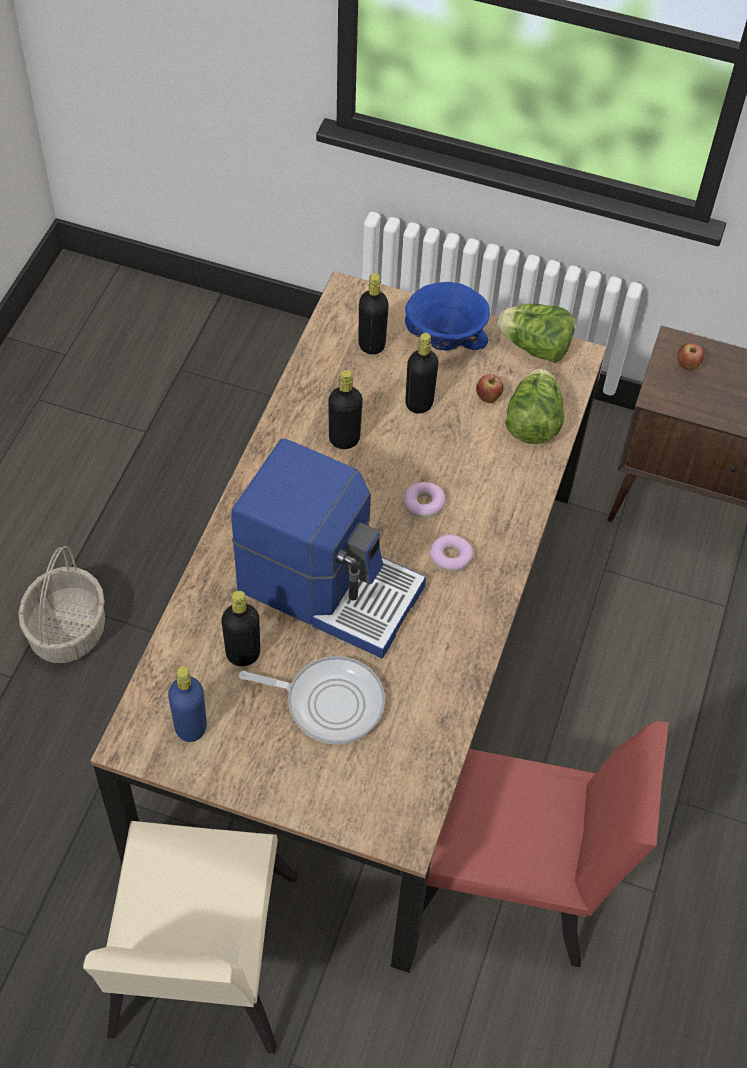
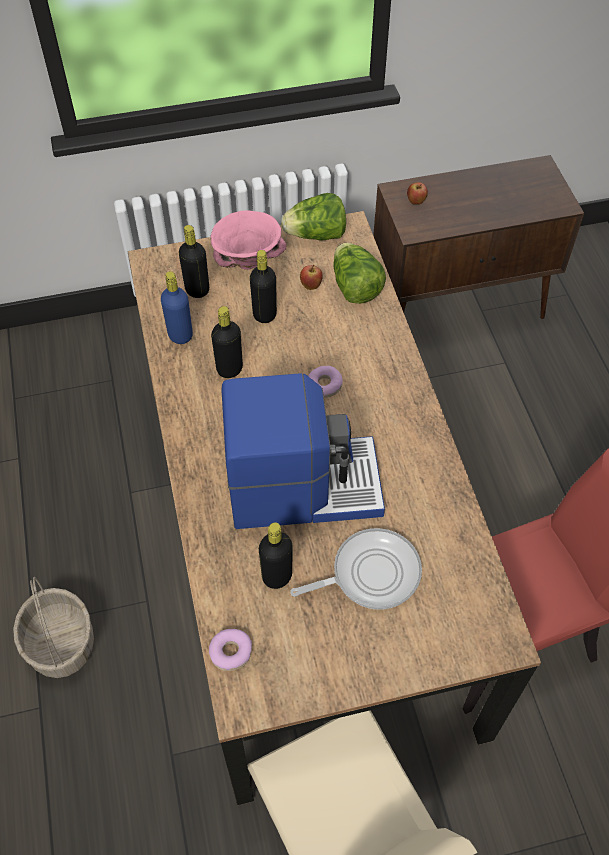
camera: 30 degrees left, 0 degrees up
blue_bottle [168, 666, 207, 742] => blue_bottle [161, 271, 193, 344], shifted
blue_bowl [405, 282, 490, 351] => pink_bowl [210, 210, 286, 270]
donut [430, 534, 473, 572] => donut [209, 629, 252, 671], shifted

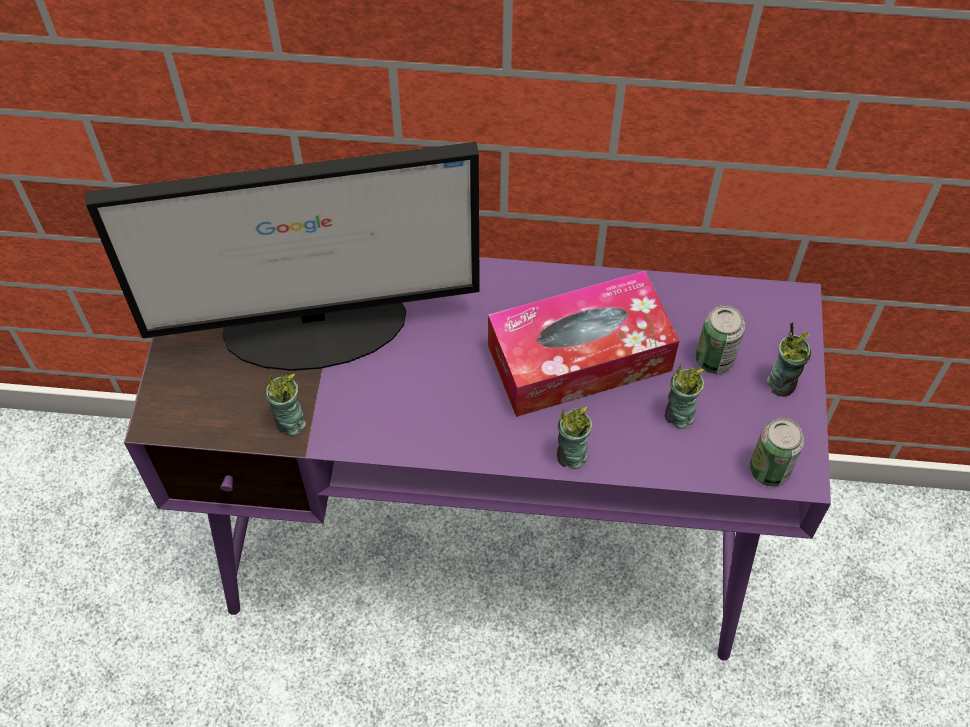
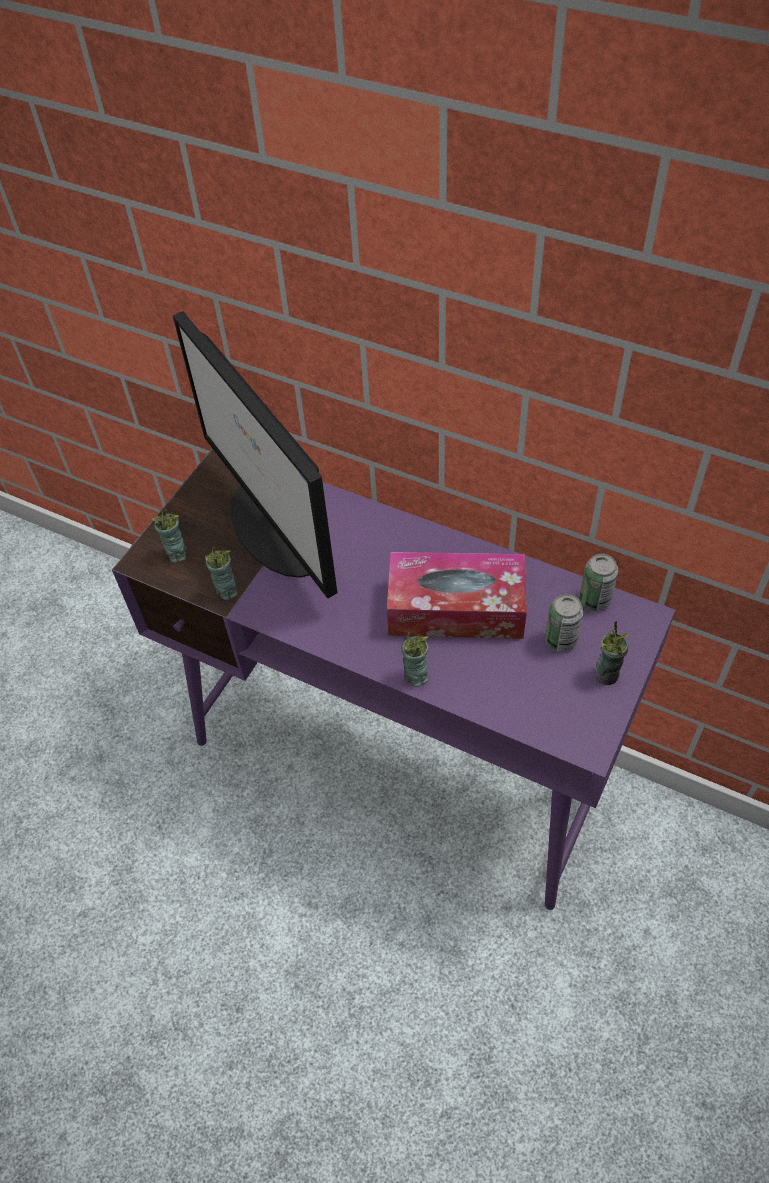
camera: 25 degrees right, 5 degrees down
monitor [86, 142, 480, 371] => monitor [173, 311, 337, 598], 45 degrees clockwise
cup [665, 365, 705, 429] => cup [152, 509, 188, 563], shifted
can [750, 418, 804, 486] => can [580, 553, 618, 611], shifted

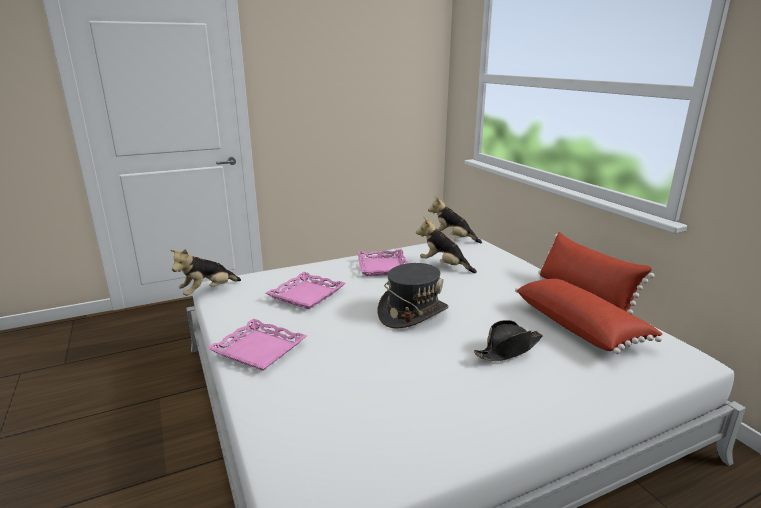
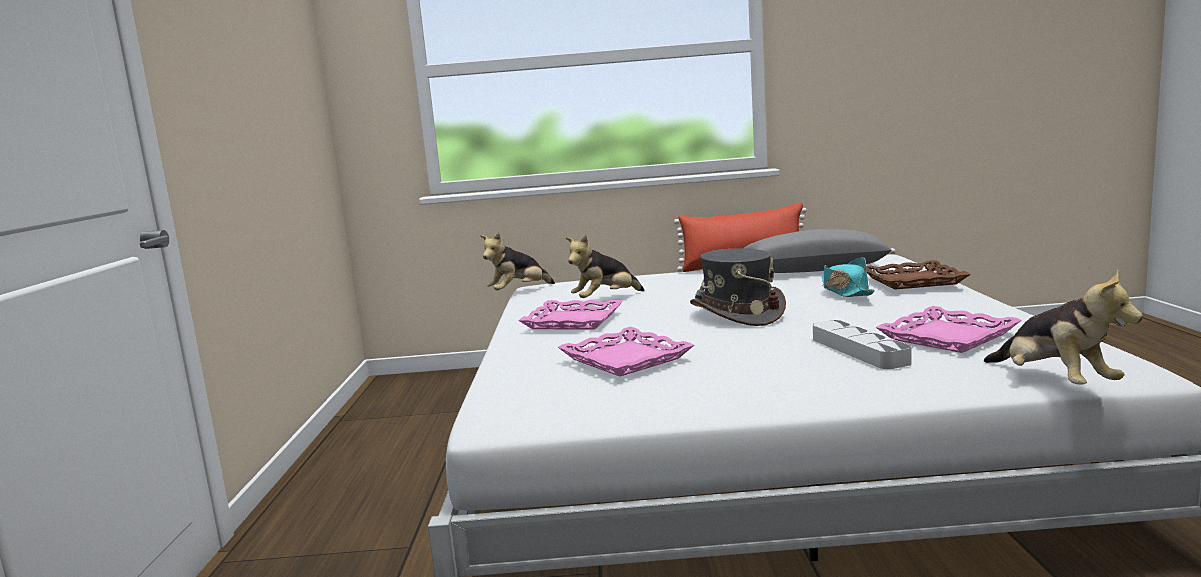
camera: 65 degrees left, 10 degrees down
plush_toy [170, 249, 241, 296] => plush_toy [984, 270, 1143, 385], shifted
pink_tray [207, 319, 307, 371] => pink_tray [876, 306, 1022, 353], shifted
black_hat [474, 320, 542, 361] => turquoise_hat [822, 257, 875, 297]
red_pillow [515, 279, 663, 354] => grey_pillow [743, 229, 896, 273]
nothing => grey_tray [813, 320, 912, 369]
nothing => brown_tray [866, 260, 971, 290]

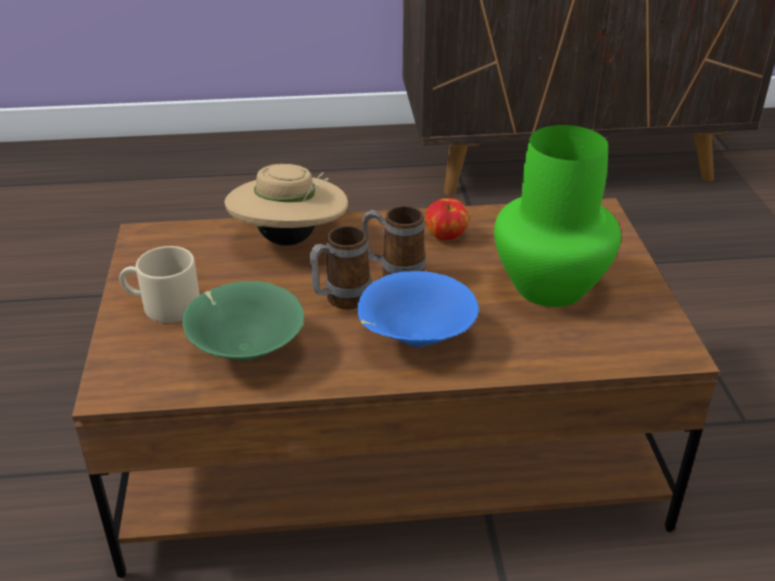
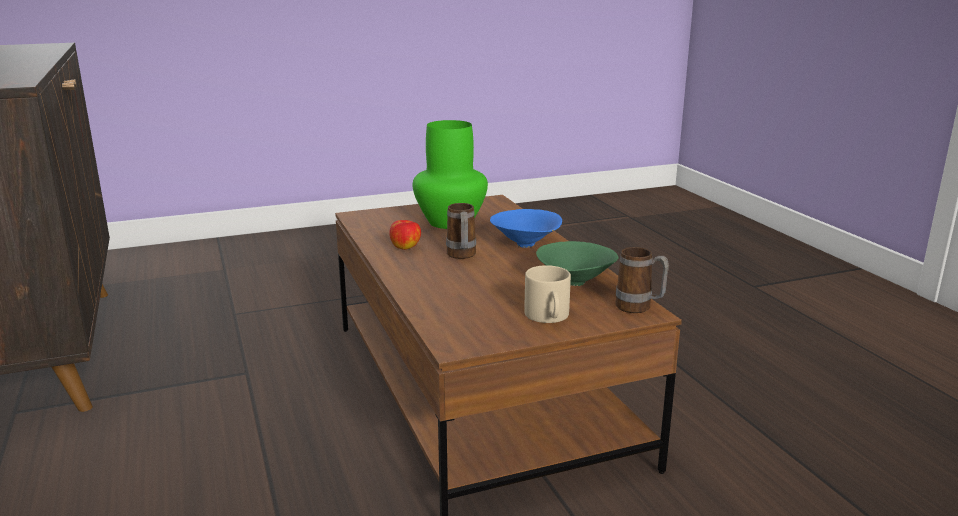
camera: 105 degrees left, 15 degrees down
beige_hat [225, 164, 348, 246] => nothing
mug [309, 226, 371, 310] => mug [615, 247, 669, 313], shifted

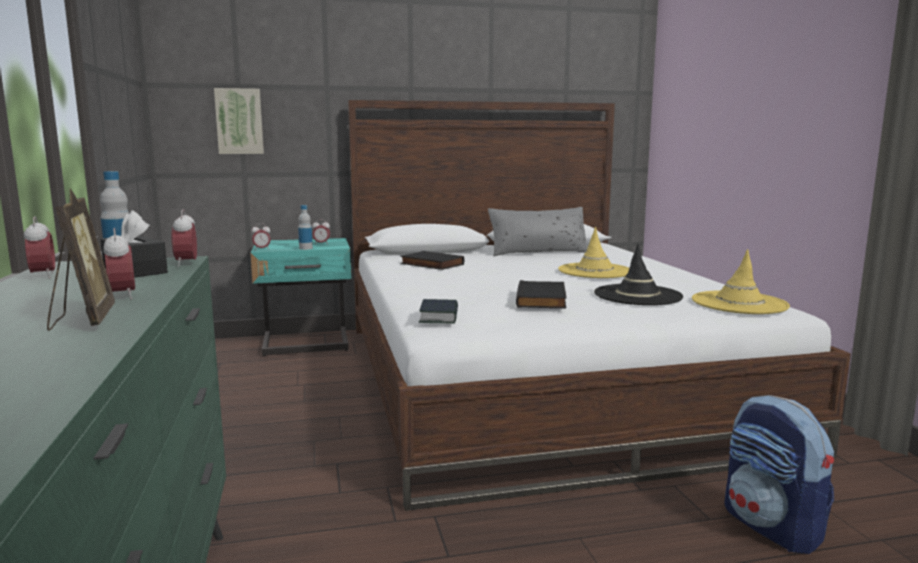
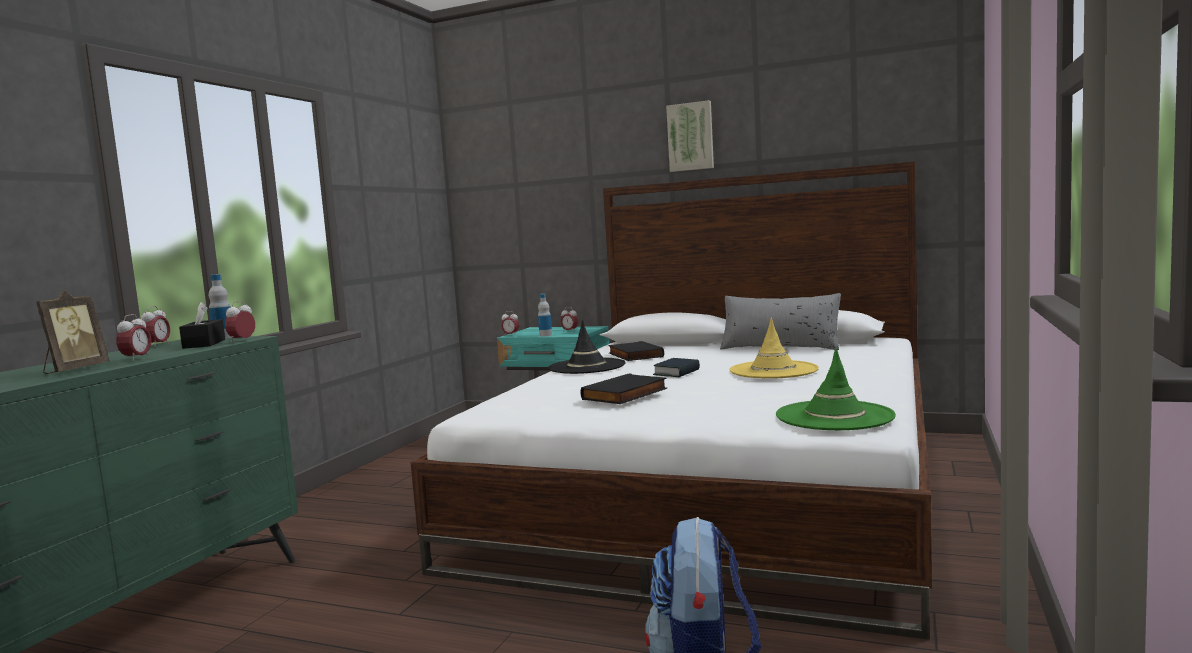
camera: 35 degrees right, 5 degrees down
picture [214, 88, 264, 154] => picture [666, 100, 714, 172], shifted
book [419, 299, 458, 324] => book [653, 358, 700, 377], shifted
black_hat [594, 244, 683, 305] => black_hat [548, 320, 626, 374], shifted
yellow_hat [692, 249, 790, 314] => green_hat [776, 348, 896, 430]

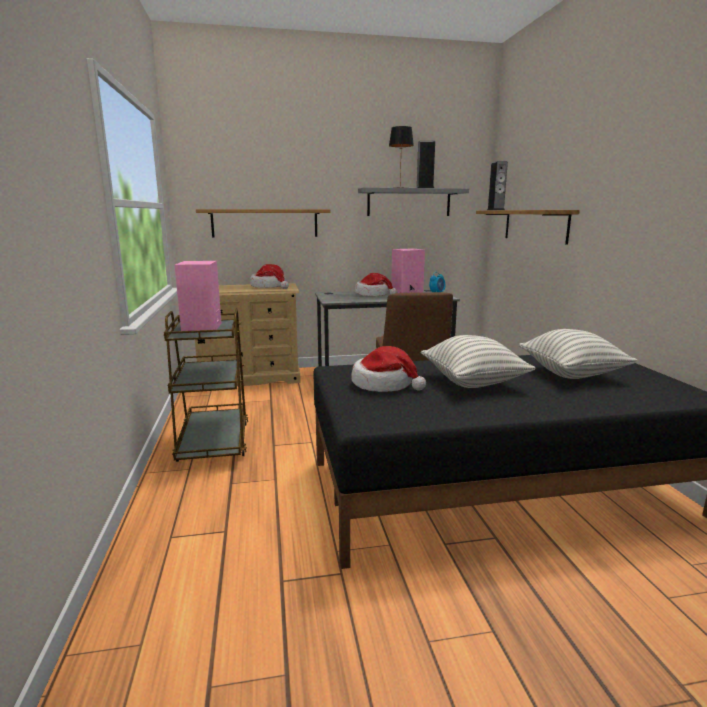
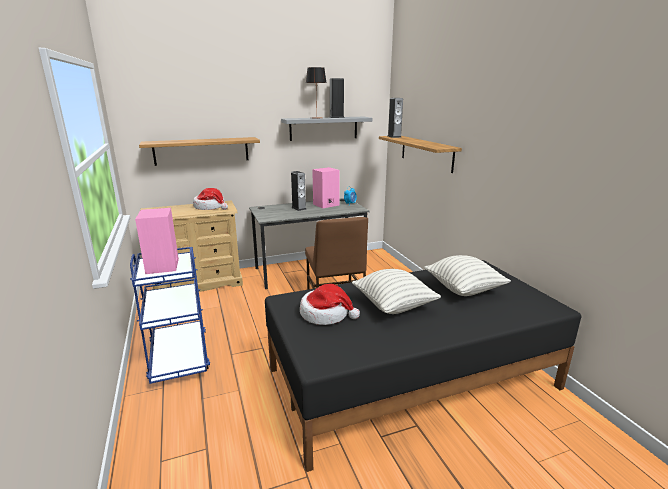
camera: 10 degrees left, 5 degrees up
brown_cart [164, 309, 248, 462] => blue_cart [130, 247, 210, 384]
hat [355, 273, 397, 296] => speaker [291, 171, 307, 211]

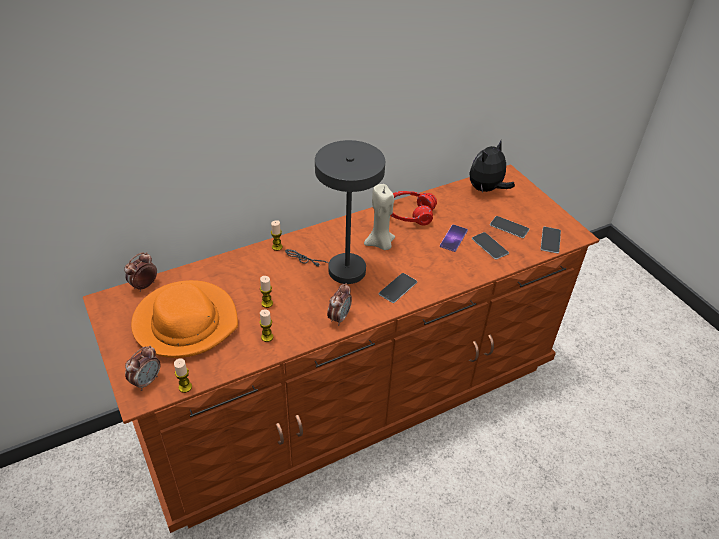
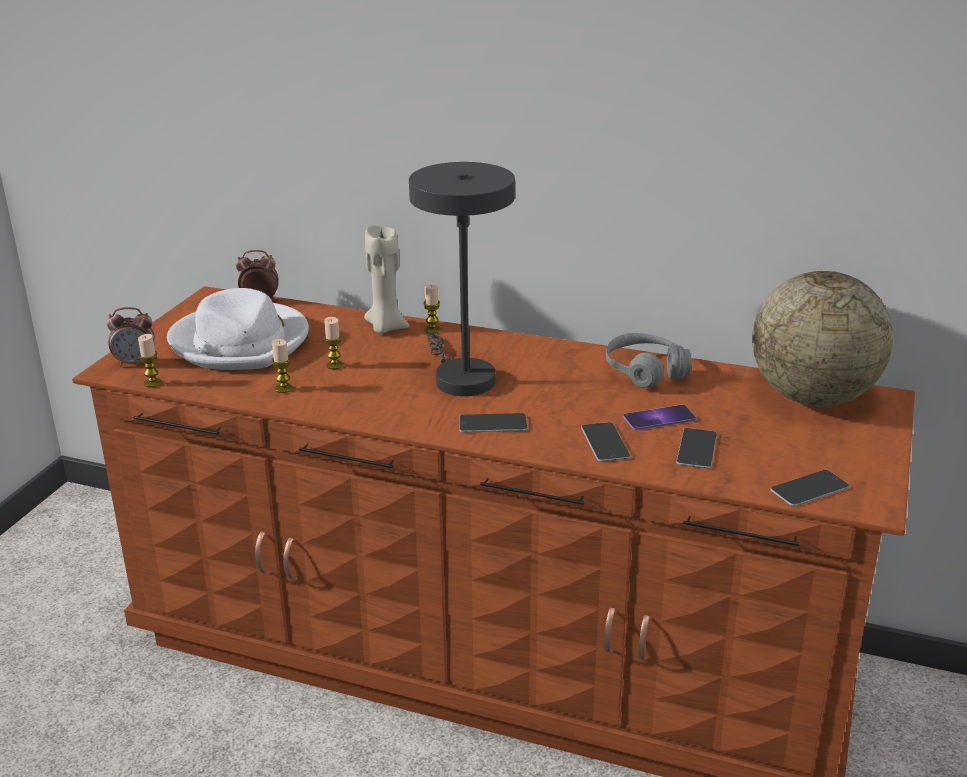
camera: 50 degrees right, 15 degrees down
orange_hat [131, 280, 238, 358] => white_hat [167, 288, 309, 370]
alarm_clock [327, 283, 352, 326] => nothing
beige_candle [364, 184, 395, 250] => beige_candle [364, 225, 410, 333], shifted
red_headphones [391, 191, 437, 225] => grey_headphones [606, 333, 691, 388]
plush_toy [470, 141, 515, 193] => globe [752, 271, 893, 407]
phone [490, 216, 530, 238] => phone [581, 422, 631, 462], shifted

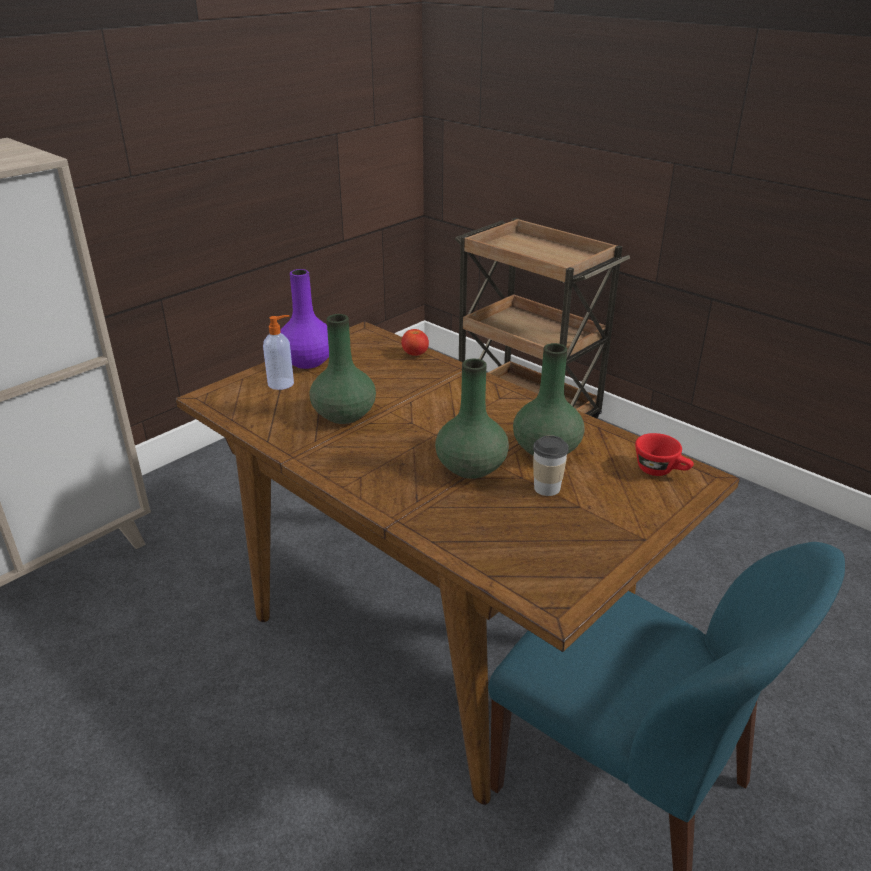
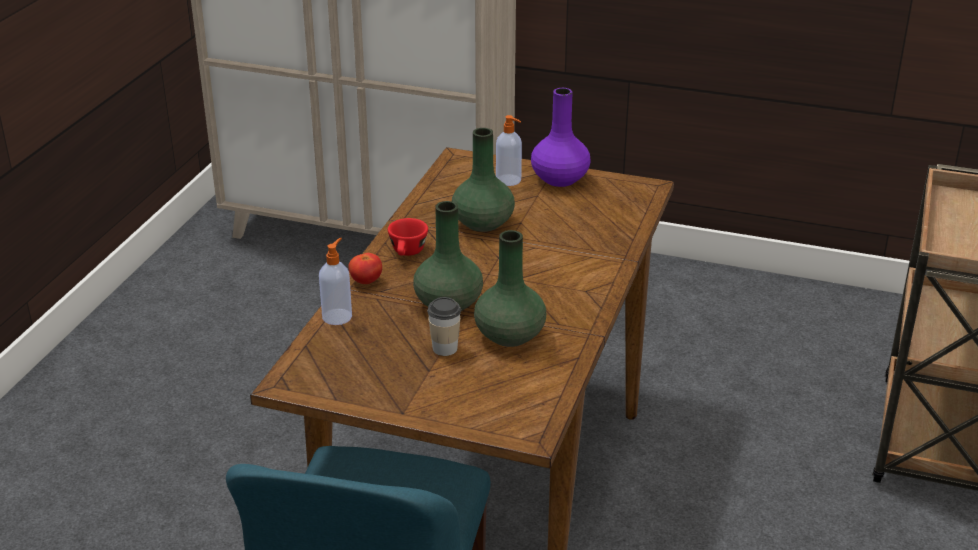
camera: 65 degrees right, 0 degrees up
tomato [401, 329, 429, 356] => tomato [348, 253, 382, 284], shifted
red_cup [635, 433, 694, 476] => red_cup [388, 218, 428, 256], shifted
nothing => soap_dispenser [319, 238, 352, 325]

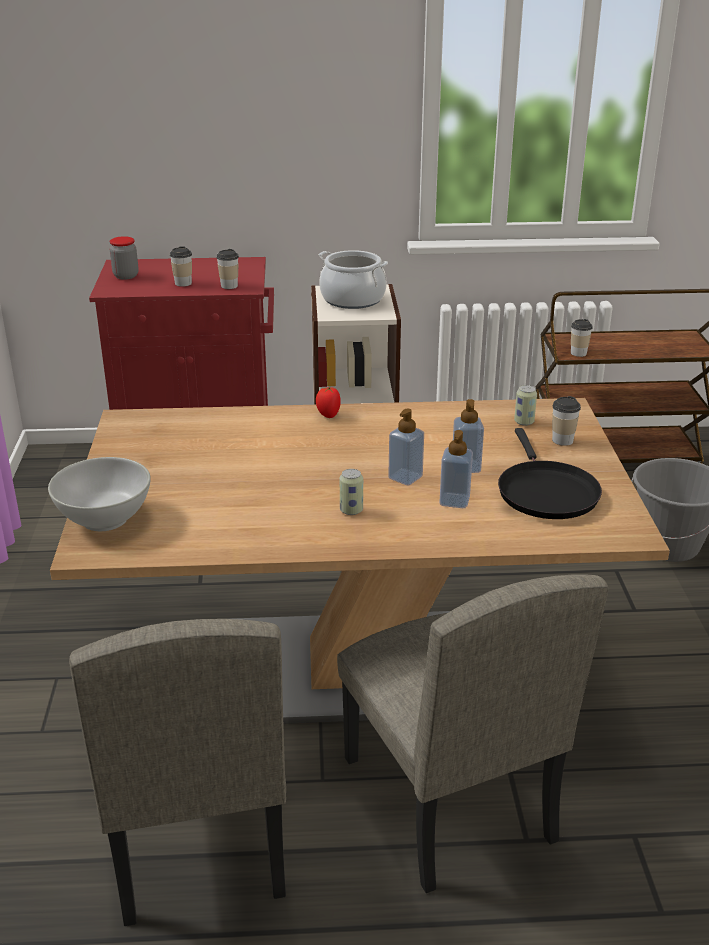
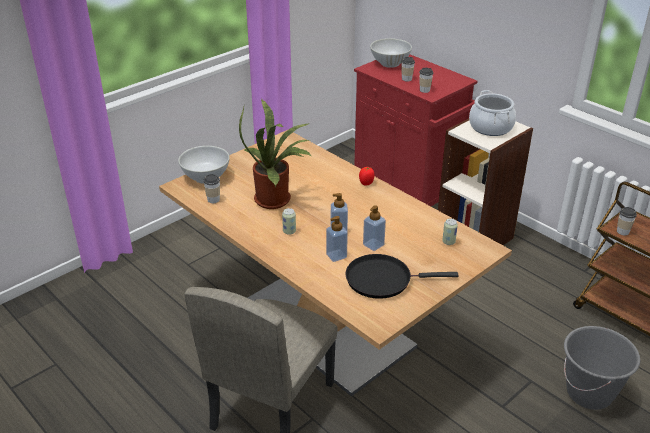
camera: 50 degrees right, 5 degrees up
beige_chair [69, 619, 286, 926] => nothing
jar [110, 236, 138, 280] => white_bowl [370, 38, 412, 68]
black_frying_pan [498, 428, 602, 519] => black_frying_pan [345, 254, 459, 299], 45 degrees clockwise
cup [552, 396, 581, 446] => cup [203, 174, 220, 203], shifted
nothing => potted_plant [239, 99, 313, 209]

